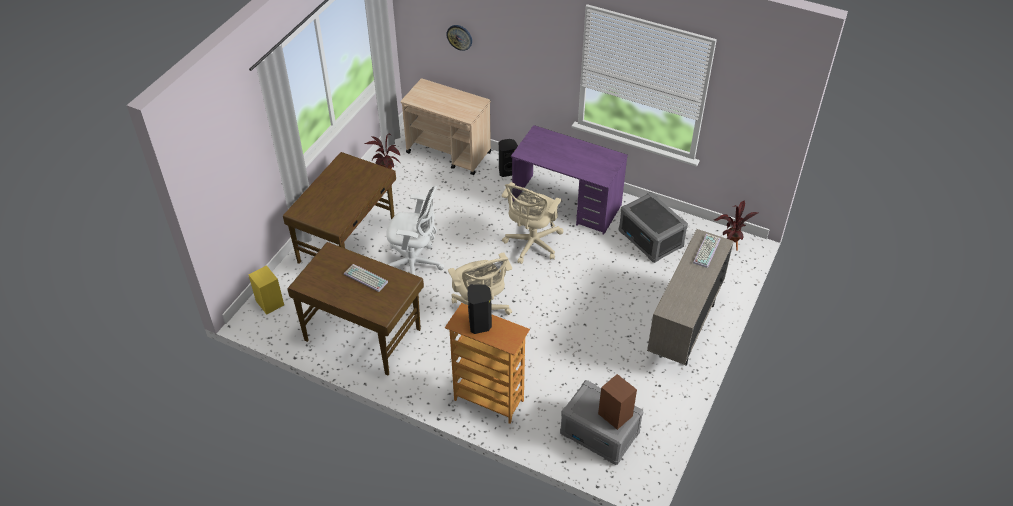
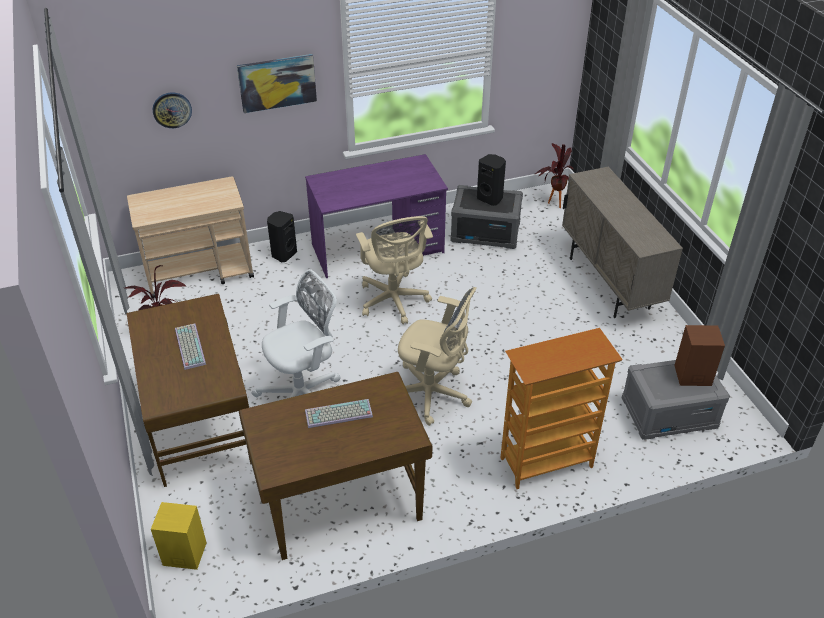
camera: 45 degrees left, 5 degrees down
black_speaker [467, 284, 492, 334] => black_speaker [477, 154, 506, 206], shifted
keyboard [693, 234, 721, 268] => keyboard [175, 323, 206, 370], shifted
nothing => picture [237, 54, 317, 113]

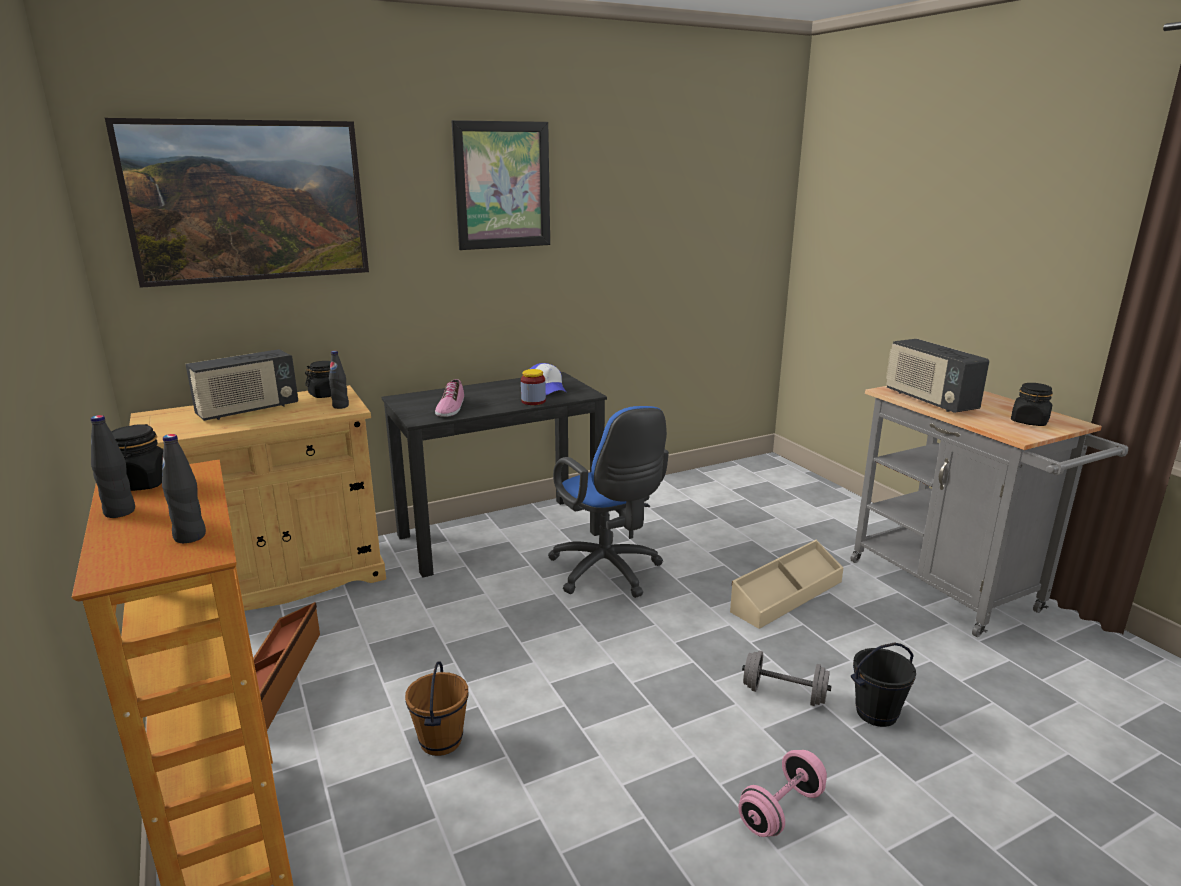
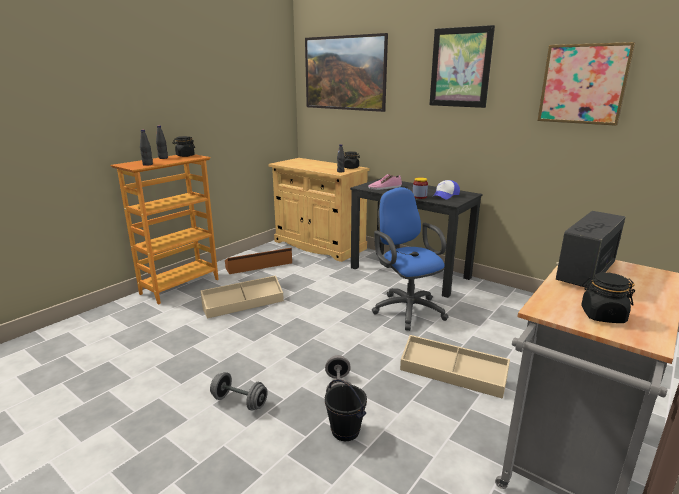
camera: 65 degrees right, 0 degrees up
radio [186, 349, 298, 421] => nothing
brown_bucket [405, 661, 468, 756] => beige_storage_box [200, 275, 284, 319]
blue_office_chair [548, 406, 669, 598] => blue_office_chair [372, 187, 449, 331], 120 degrees clockwise
pink_dumbbell [738, 750, 827, 837] => grey_dumbbell [210, 372, 268, 411]
nothing => picture [537, 42, 636, 126]

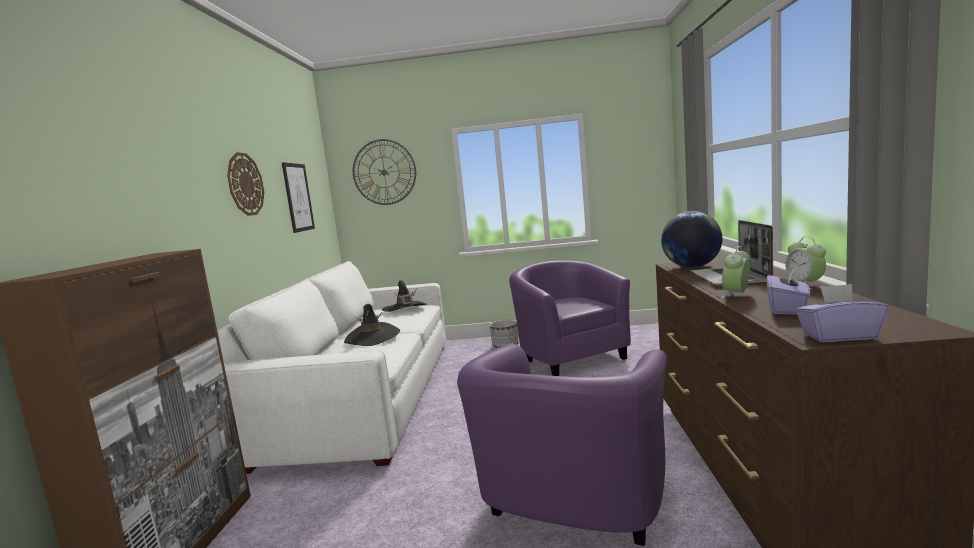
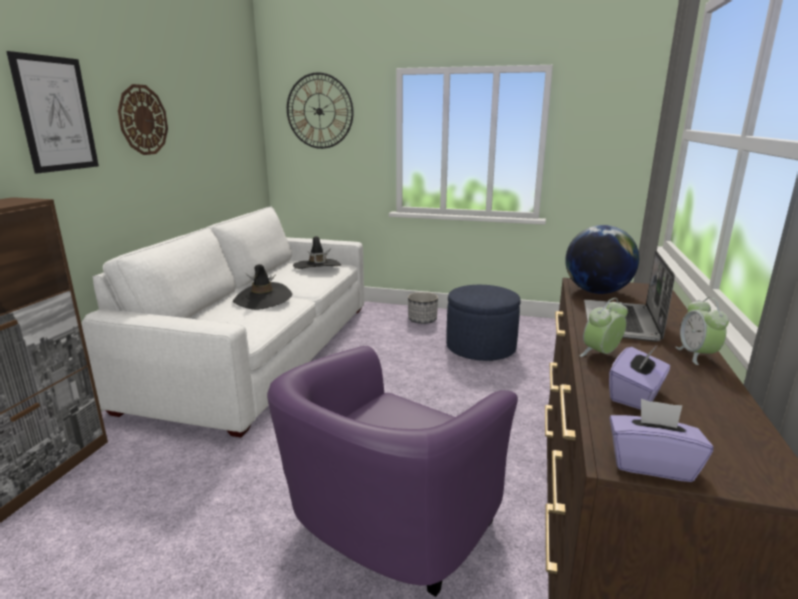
camera: 10 degrees right, 10 degrees up
picture [282, 162, 315, 233] => picture [6, 51, 99, 174], shifted
purple_armchair [509, 260, 631, 376] => blue_ottoman [446, 285, 521, 361]

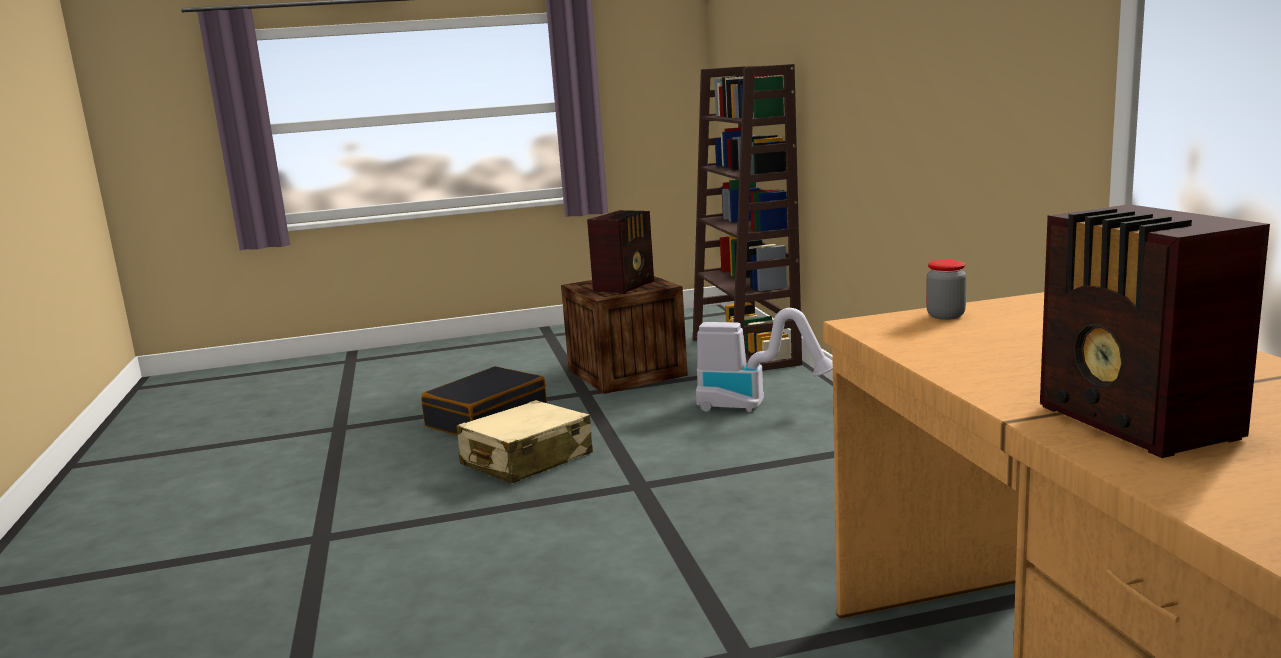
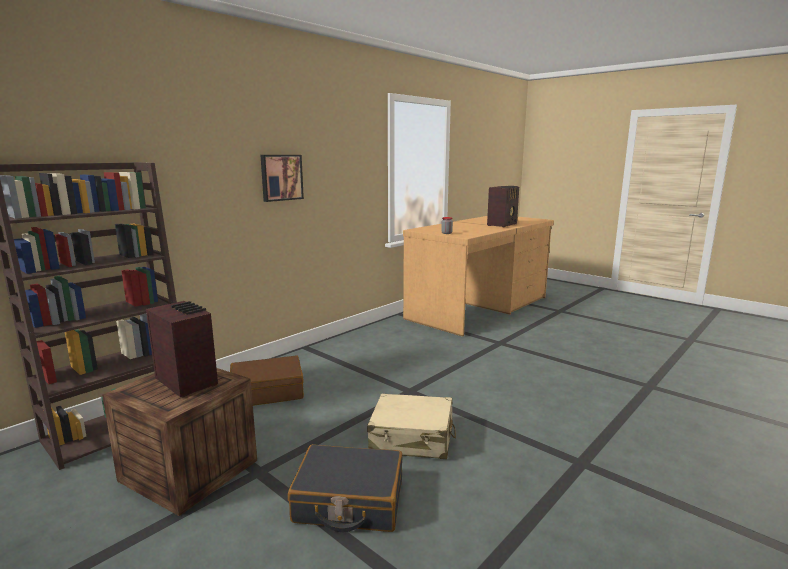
camera: 125 degrees left, 0 degrees up
radio [587, 210, 654, 294] => radio [146, 301, 218, 397], 45 degrees clockwise
vacuum_cleaner [696, 308, 833, 412] => brown_suitcase [230, 355, 304, 406]
nothing => picture [260, 155, 304, 202]

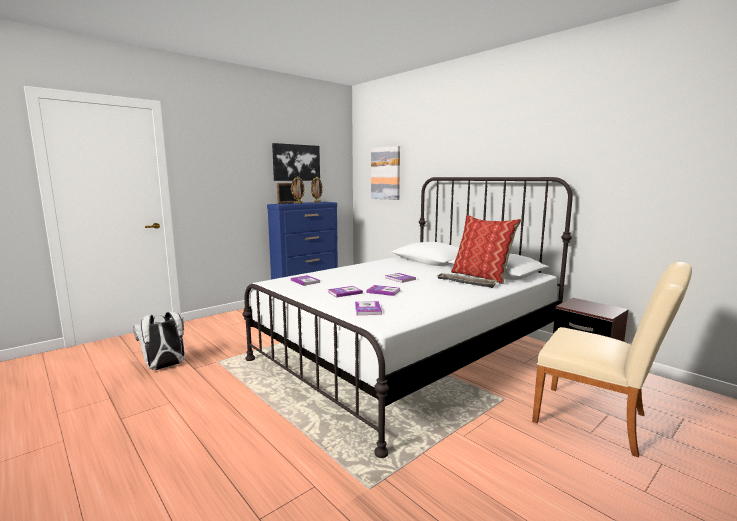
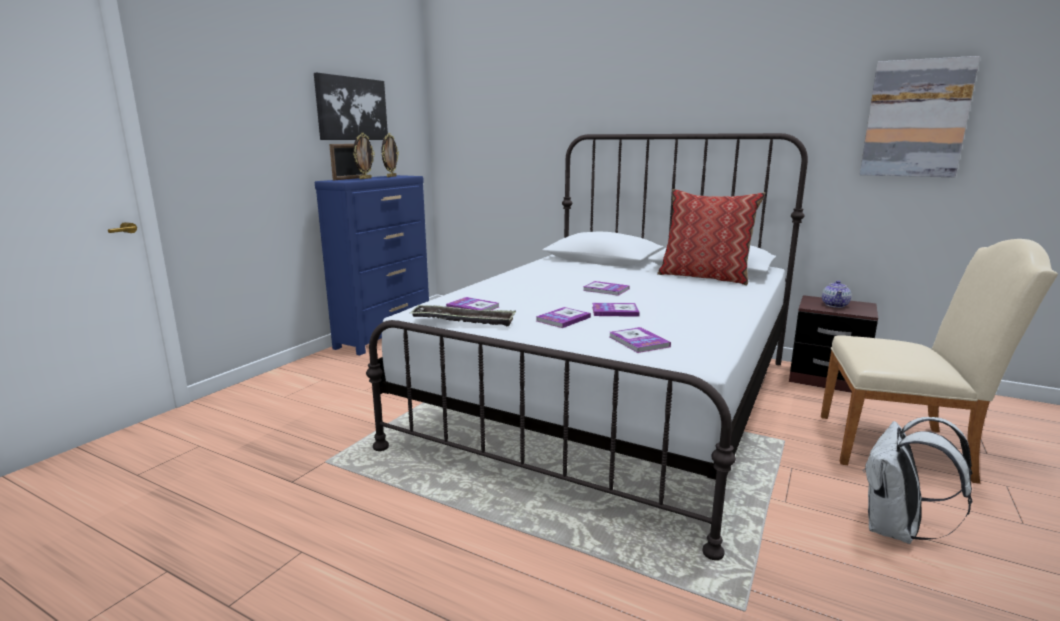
camera: 20 degrees left, 5 degrees up
white_backpack [133, 312, 185, 370] => white_backpack [863, 417, 972, 544], shifted
picture [371, 146, 400, 200] => picture [860, 56, 980, 177], shifted
tray [436, 273, 497, 288] => tray [411, 305, 516, 326], shifted
nothing => teapot [822, 281, 851, 308]

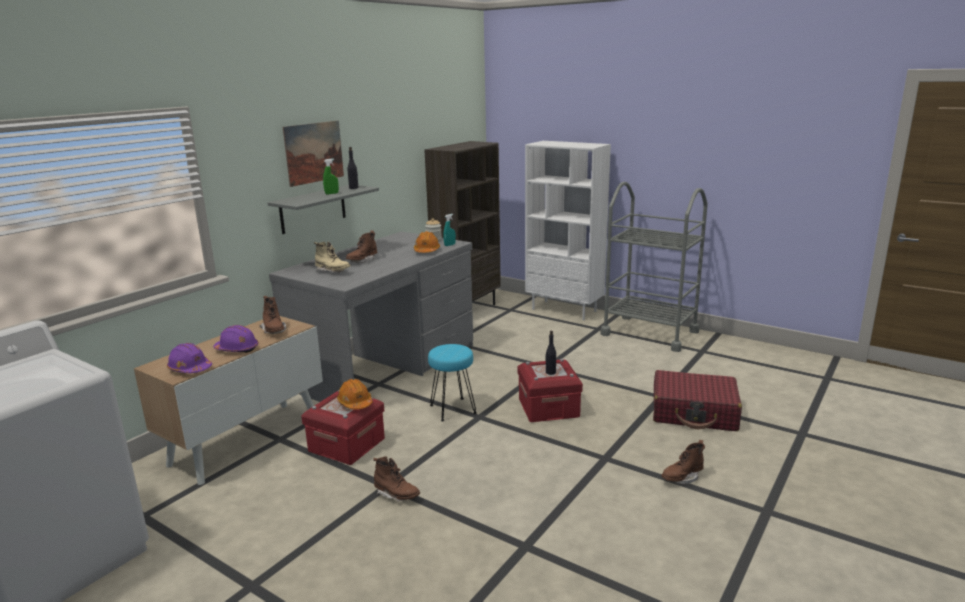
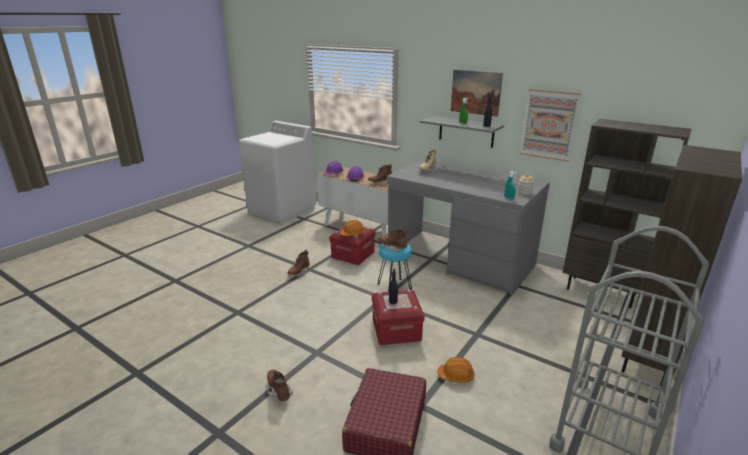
camera: 90 degrees right, 5 degrees up
brown_boot [346, 231, 377, 263] => brown_boot [378, 229, 407, 252], shifted
orange_hard_hat [414, 231, 440, 253] => orange_hard_hat [437, 357, 475, 383], shifted
white_bookcase [525, 141, 611, 320] => brown_bookcase [622, 145, 742, 386]
nothing => picture [520, 89, 581, 162]

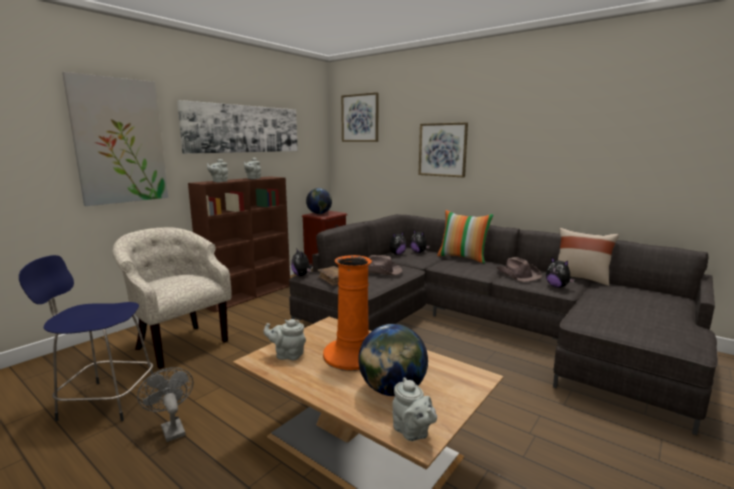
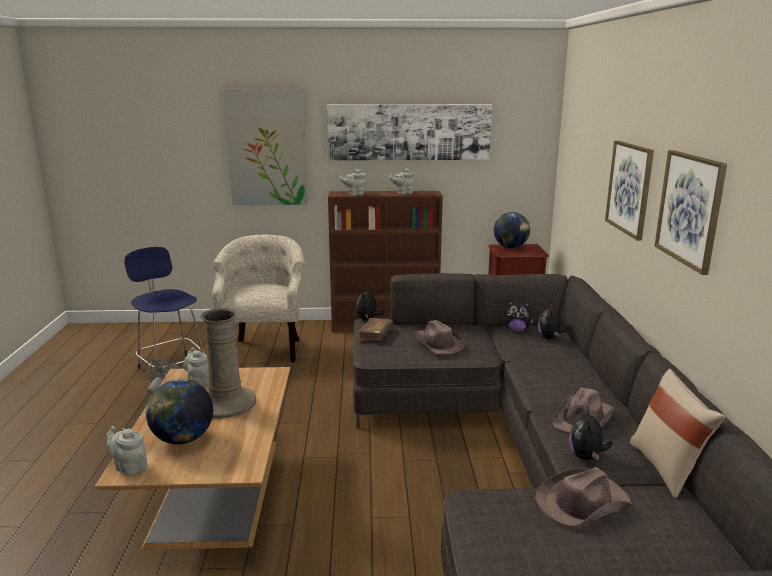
camera: 50 degrees right, 5 degrees up
orange_vase [323, 255, 372, 371] => beige_vase [200, 308, 256, 418]
picture [341, 92, 379, 142] => picture [655, 150, 727, 275], shifted
grey_teapot [392, 377, 437, 441] => grey_teapot [107, 426, 147, 476], 105 degrees clockwise
pillow [437, 210, 494, 263] => nothing
nothing => brown_hat [535, 467, 632, 526]

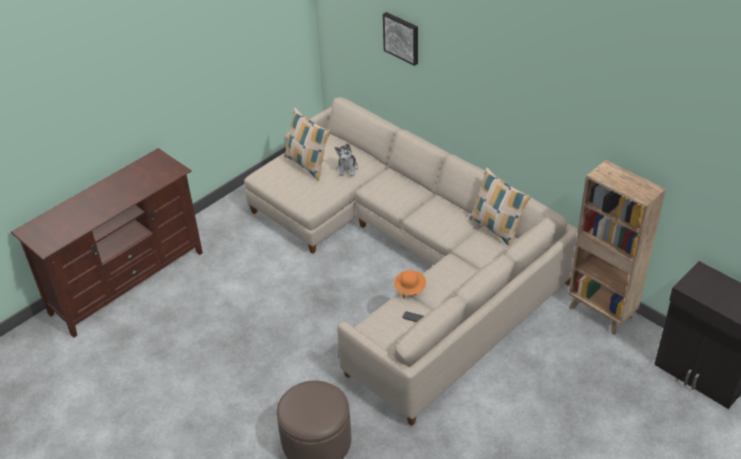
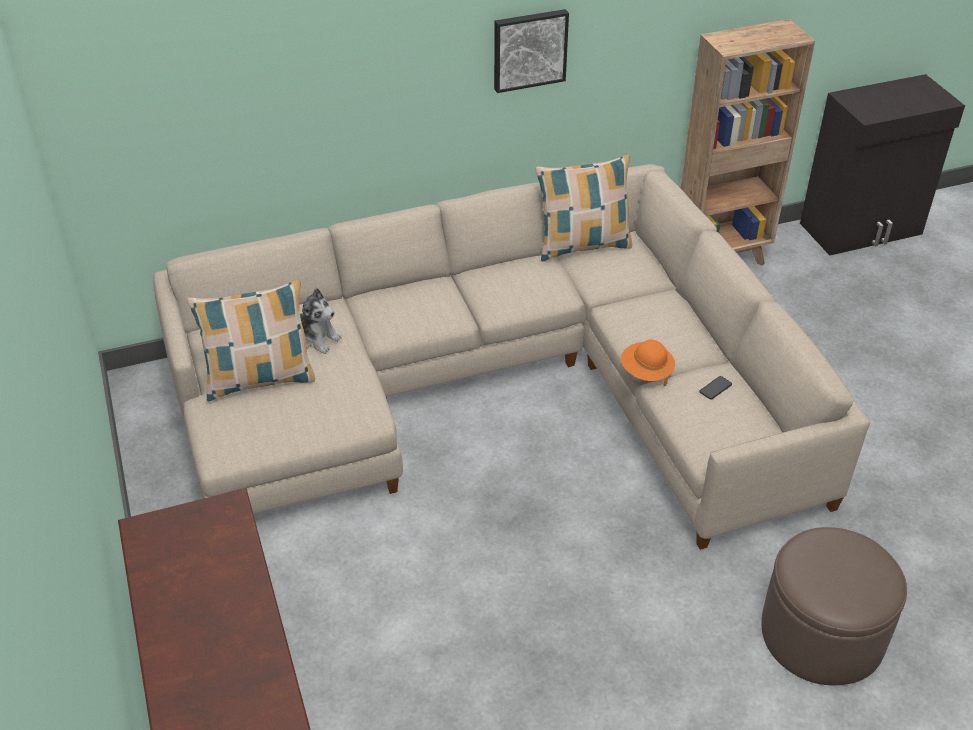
camera: 65 degrees left, 0 degrees up
picture [383, 12, 418, 66] => picture [494, 9, 569, 93], shifted

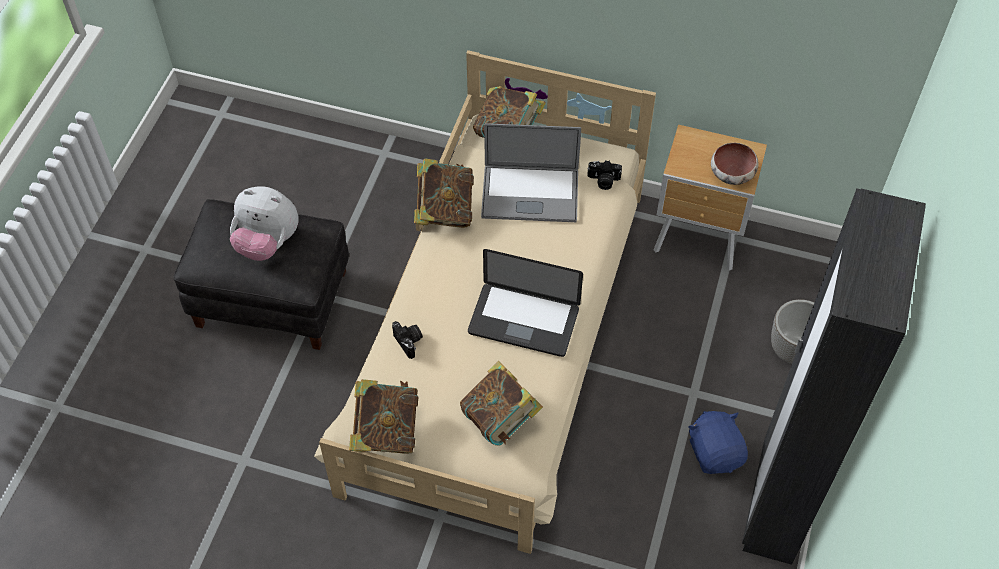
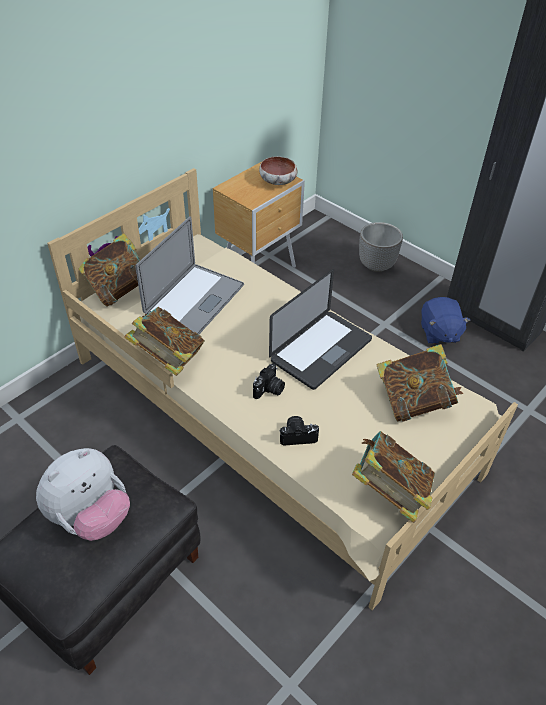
camera: 65 degrees left, 10 degrees down
photo_camera [588, 160, 622, 190] => photo_camera [253, 363, 285, 399], shifted
blue_plush_toy [688, 411, 748, 474] => blue_plush_toy [421, 297, 470, 344], 105 degrees counterclockwise

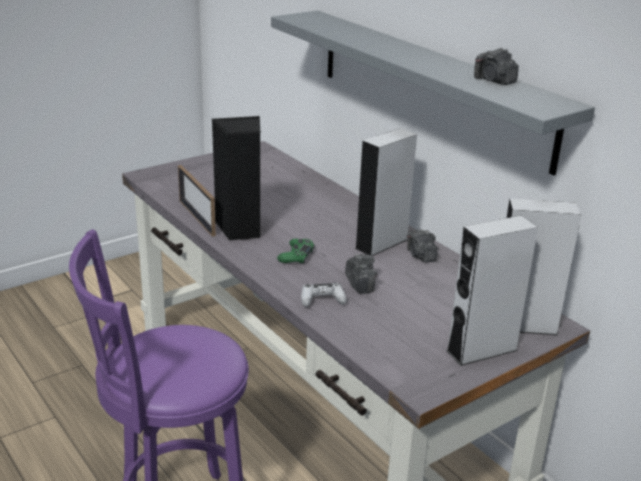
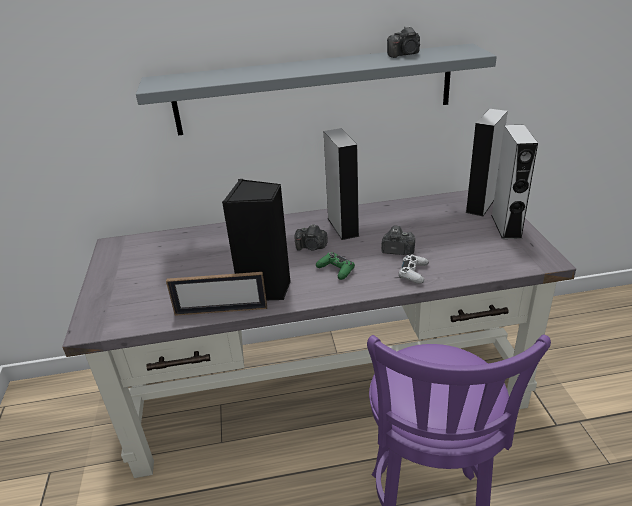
camera: 60 degrees left, 5 degrees up
photo_camera [407, 229, 438, 263] => photo_camera [295, 224, 328, 251], shifted

